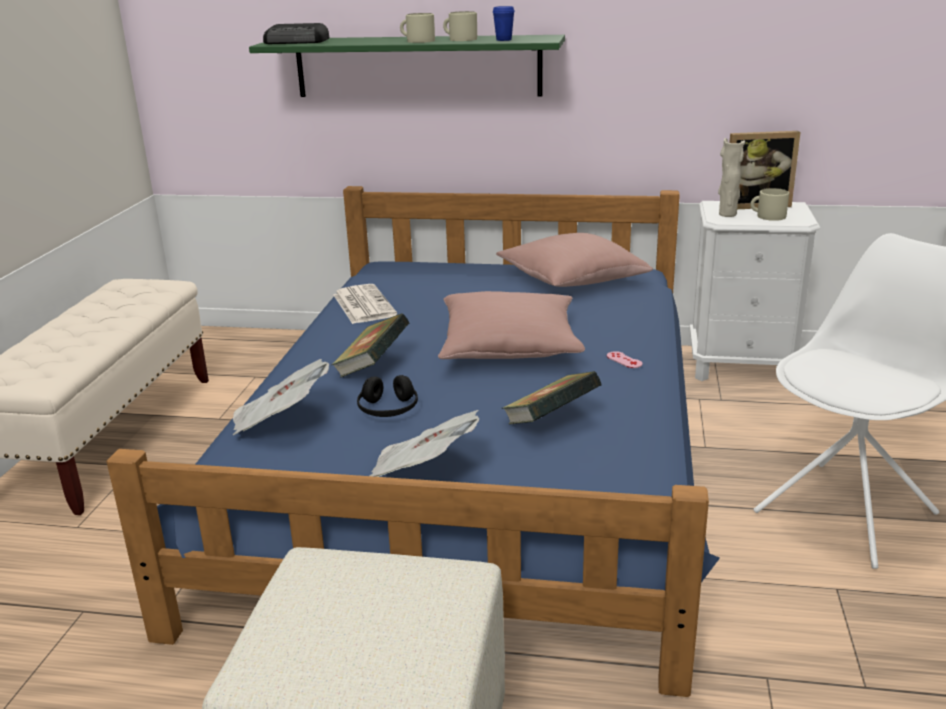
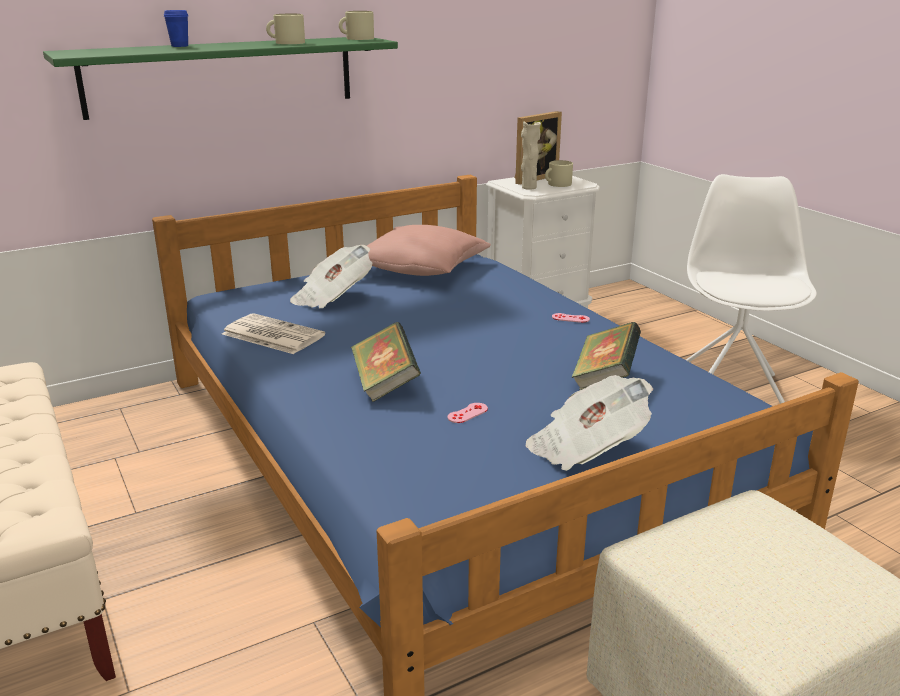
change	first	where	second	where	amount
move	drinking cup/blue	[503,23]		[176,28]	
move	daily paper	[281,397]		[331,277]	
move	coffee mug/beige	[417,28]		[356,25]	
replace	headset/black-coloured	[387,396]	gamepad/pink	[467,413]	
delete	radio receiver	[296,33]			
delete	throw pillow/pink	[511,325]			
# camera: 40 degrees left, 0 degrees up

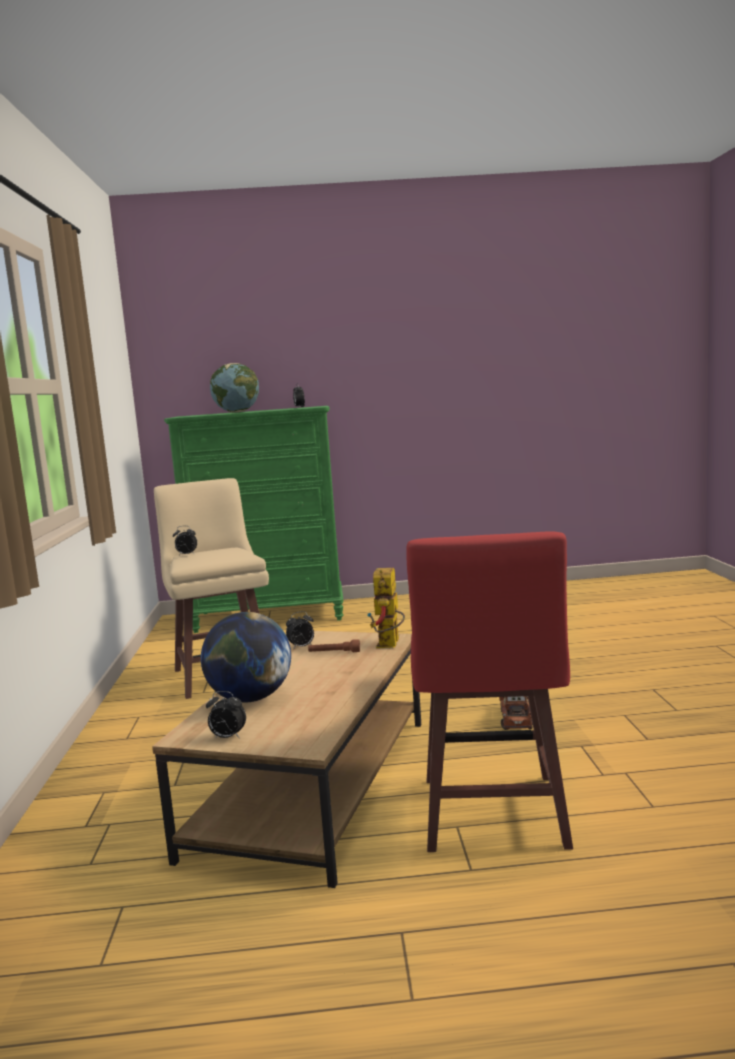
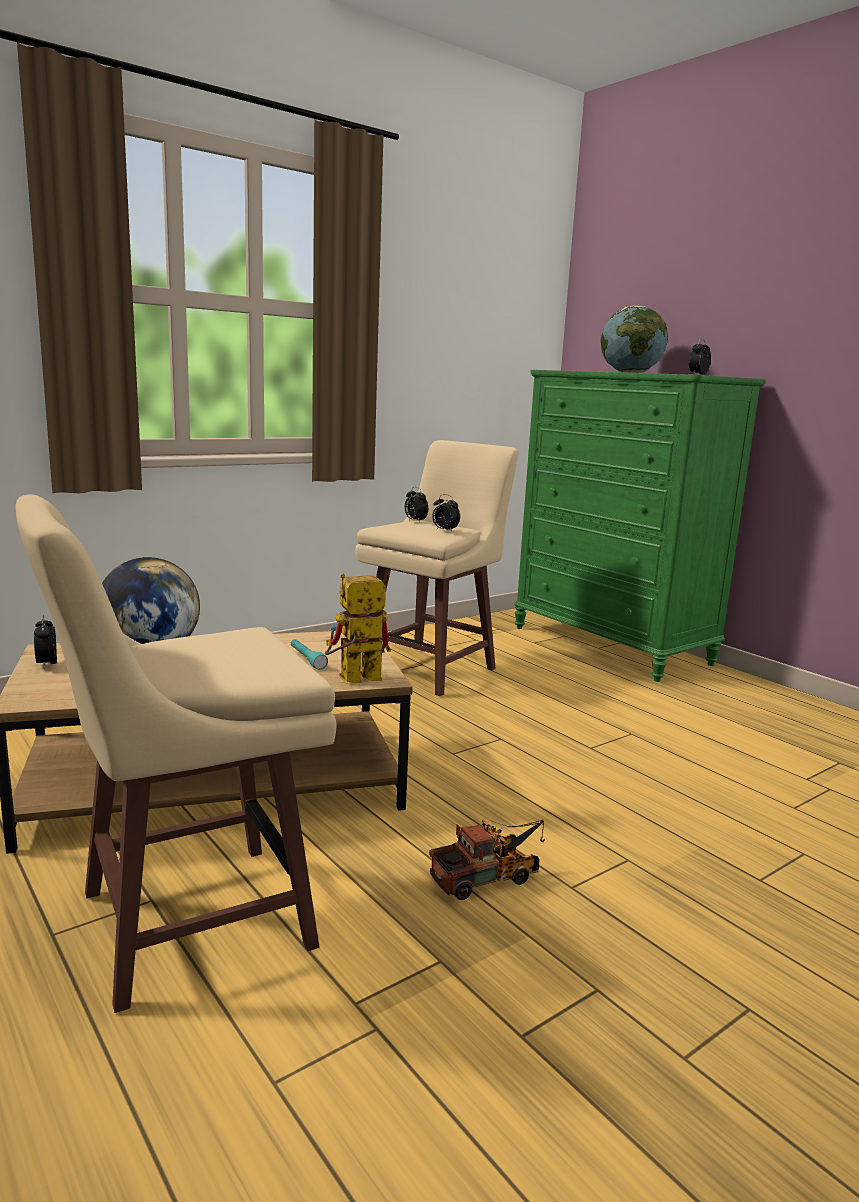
change	first	where	second	where	amount
recolor	stool seat/reddish	[489,691]	stool seat/beige	[176,753]	
recolor	flashlight/brownish	[334,645]	flashlight/turquoise-coloured	[309,654]	
move	alarm clock	[300,629]		[446,512]	
# camera: 55 degrees right, 5 degrees up

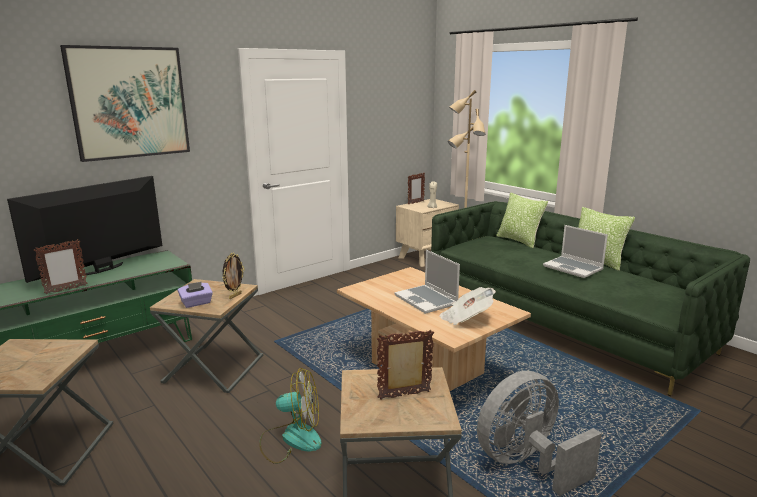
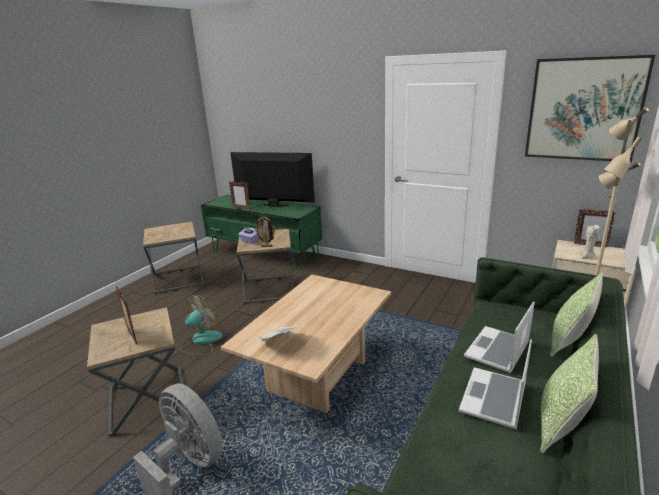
change	first	where	second	where	amount
rotate	electric fan	[290,416]		[201,325]	120 degrees counterclockwise
move	notebook computer	[427,282]		[499,337]	
move	wall picture	[125,103]		[590,108]	
# camera: 70 degrees right, 5 degrees up

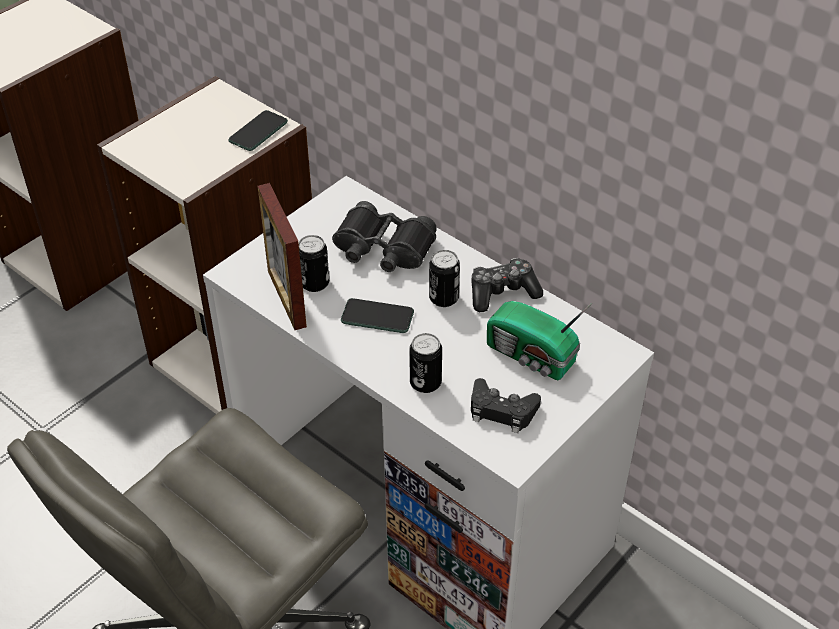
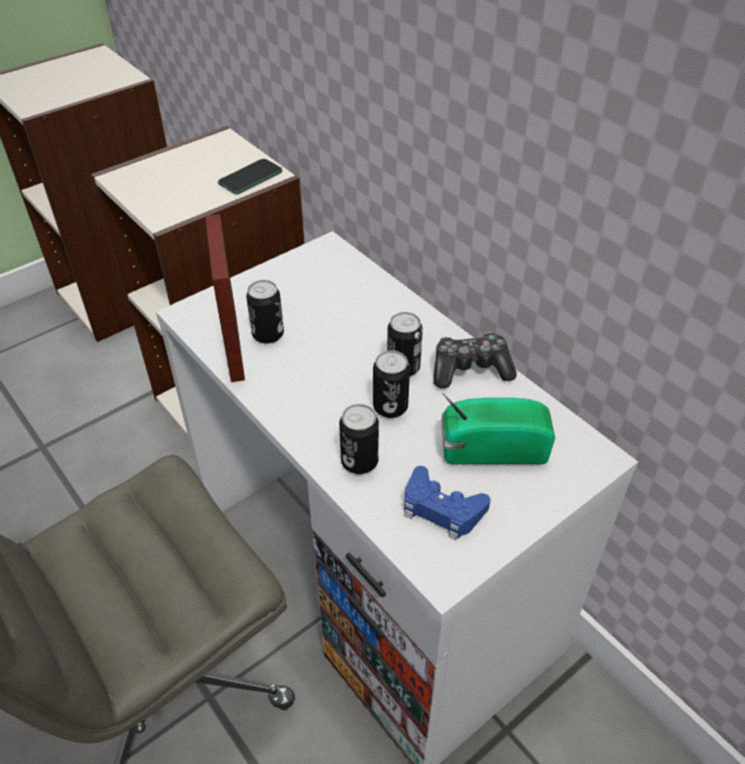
change	first	where	second	where	amount
insert			sealed can	[391,384]	
recolor	gamepad/black-coloured	[506,405]	gamepad/blue	[447,503]	
rotate	radio receiver	[539,340]		[498,428]	135 degrees clockwise
delete	binoculars/black-coloured	[384,236]			
delete	phone	[377,315]			
# camera: 10 degrees right, 0 degrees up

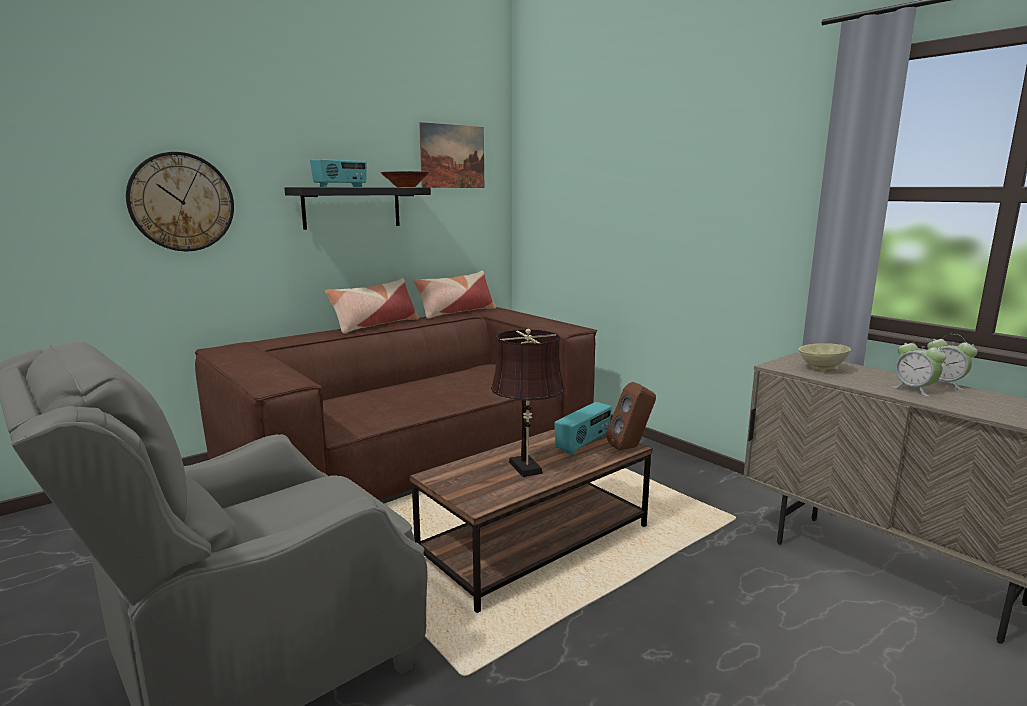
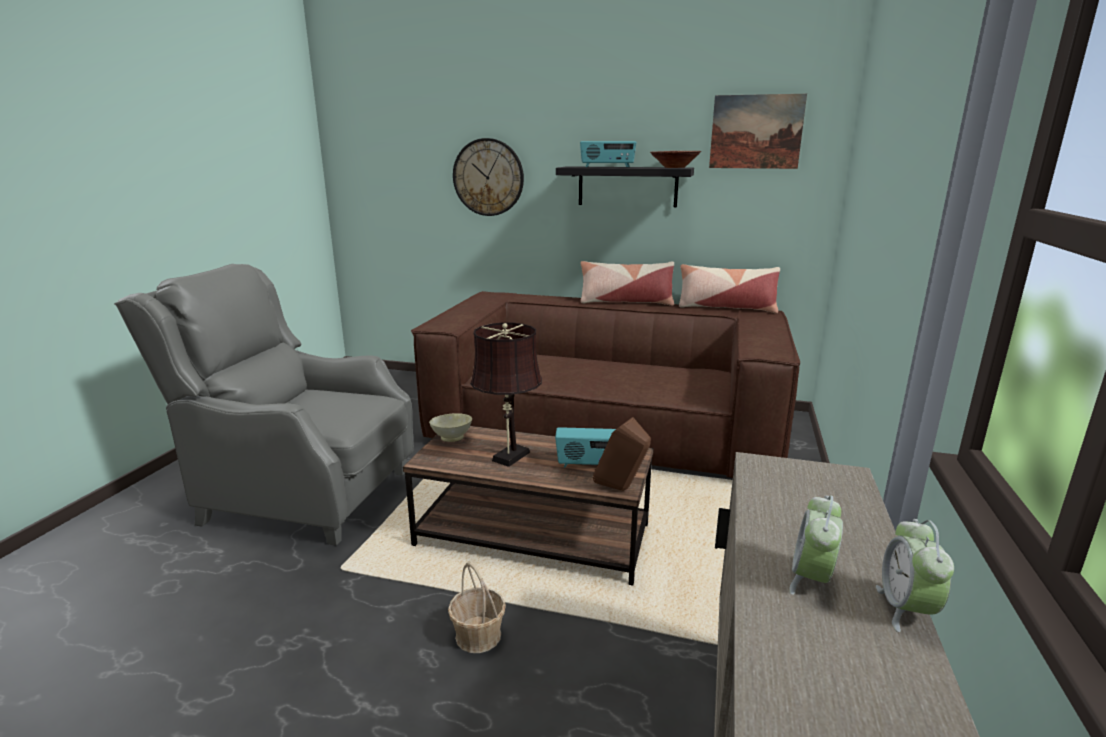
change	first	where	second	where	amount
move	bowl/beige	[825,357]		[450,427]	
insert			household basket	[477,607]	
# camera: 55 degrees right, 5 degrees up

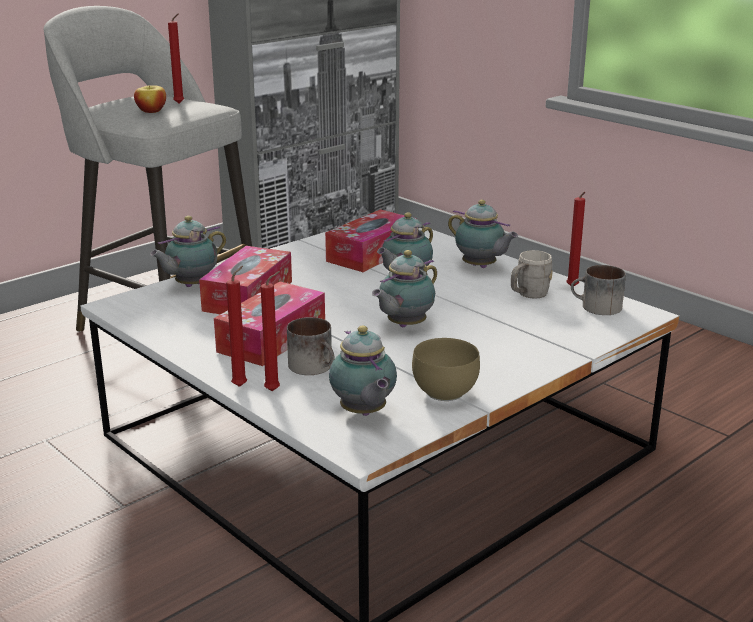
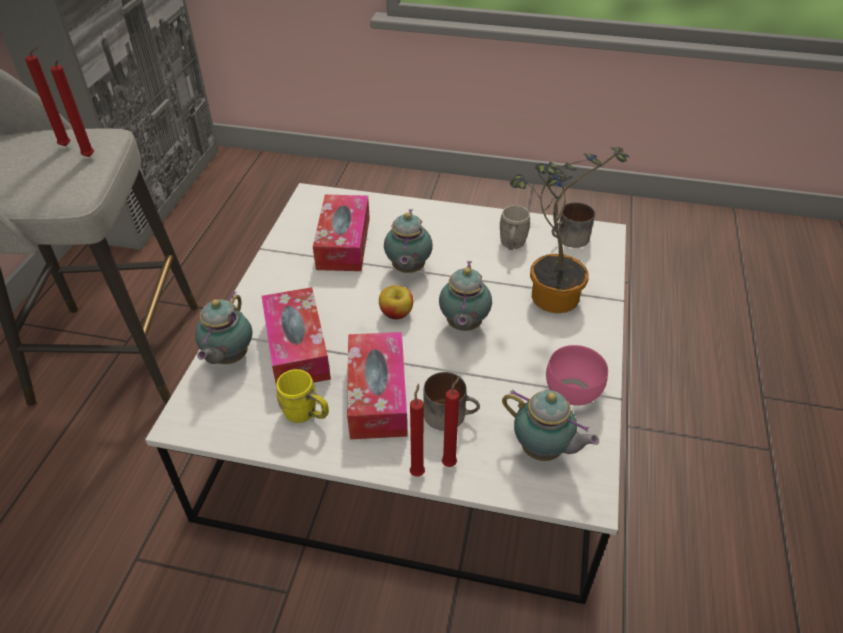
change	first	where	second	where	amount
move	wax light/reddish	[575,239]		[72,108]	
insert			coffee mug/yellow-coloured	[302,396]	
move	apple fruit	[150,99]		[396,302]	
insert			potted plant	[569,230]	
recolor	bowl/brownish	[446,369]	bowl/pink	[577,375]	
delete	tea pot	[483,234]			
# camera: 35 degrees left, 20 degrees up

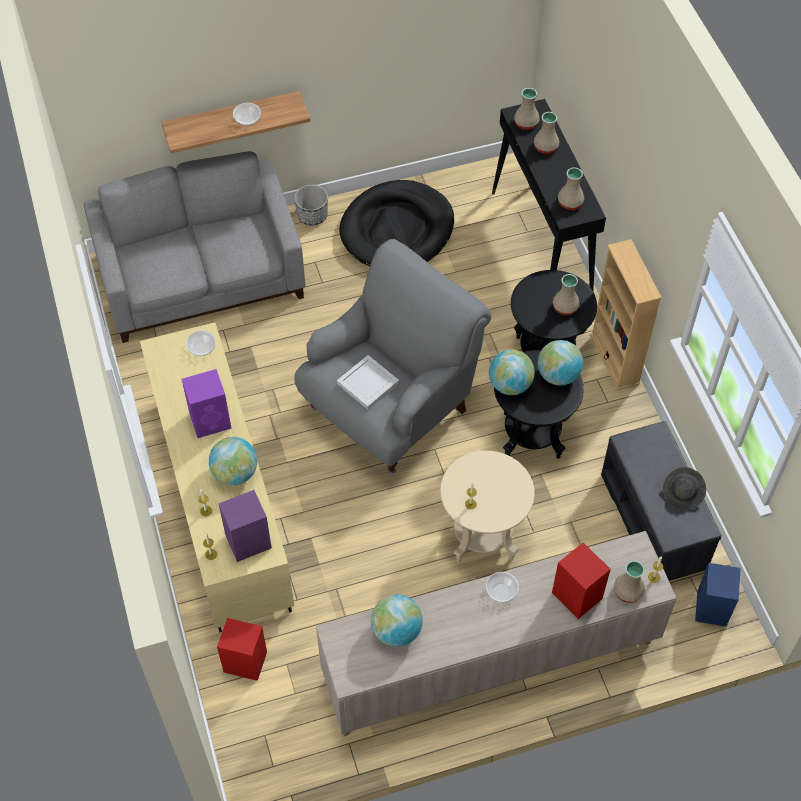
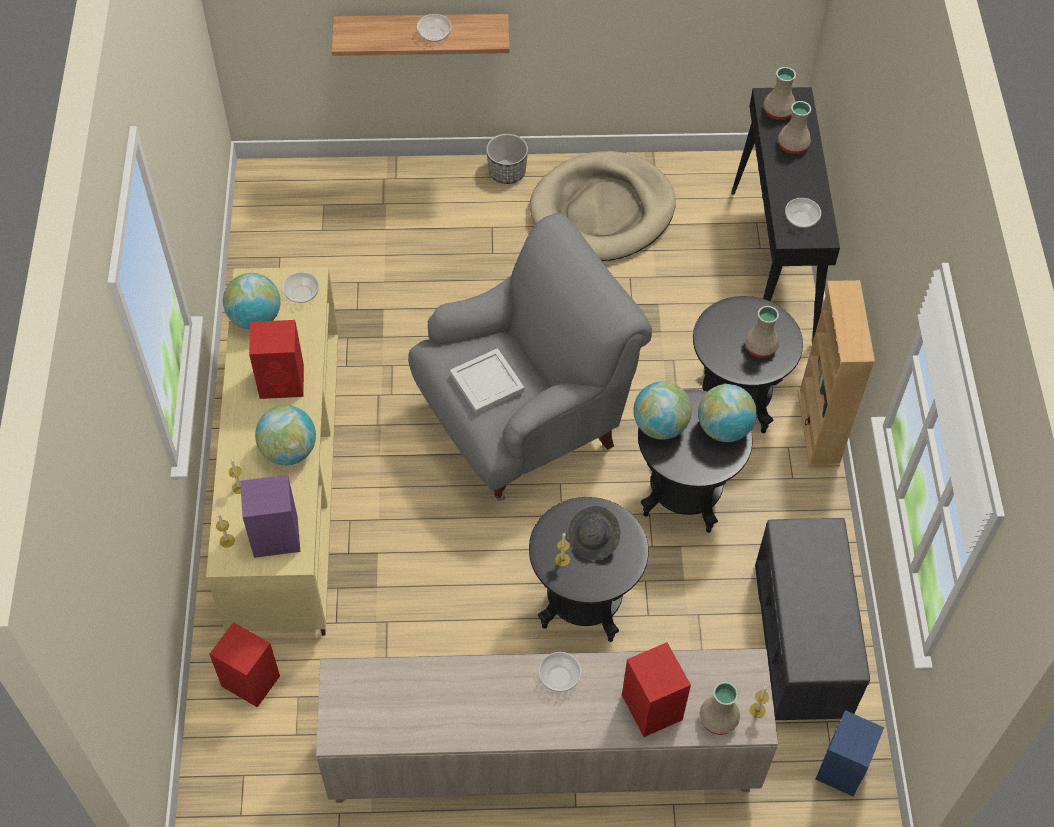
change	first	where	second	where	amount
move	desk globe	[397,620]		[251,301]	
recolor	audio speaker/purple	[207,403]	audio speaker/reddish	[276,359]	
recolor	end table/beige	[487,507]	end table/black-coloured	[589,569]	
recolor	dog cushion/black-coloured	[396,223]	dog cushion/beige	[603,206]	
move	hat/gray	[684,488]		[594,533]	
replace	flower vase/beige	[571,188]	bowl	[803,213]	
delete	settee/gray	[194,247]			
# camera: 15 degrees right, 0 degrees up

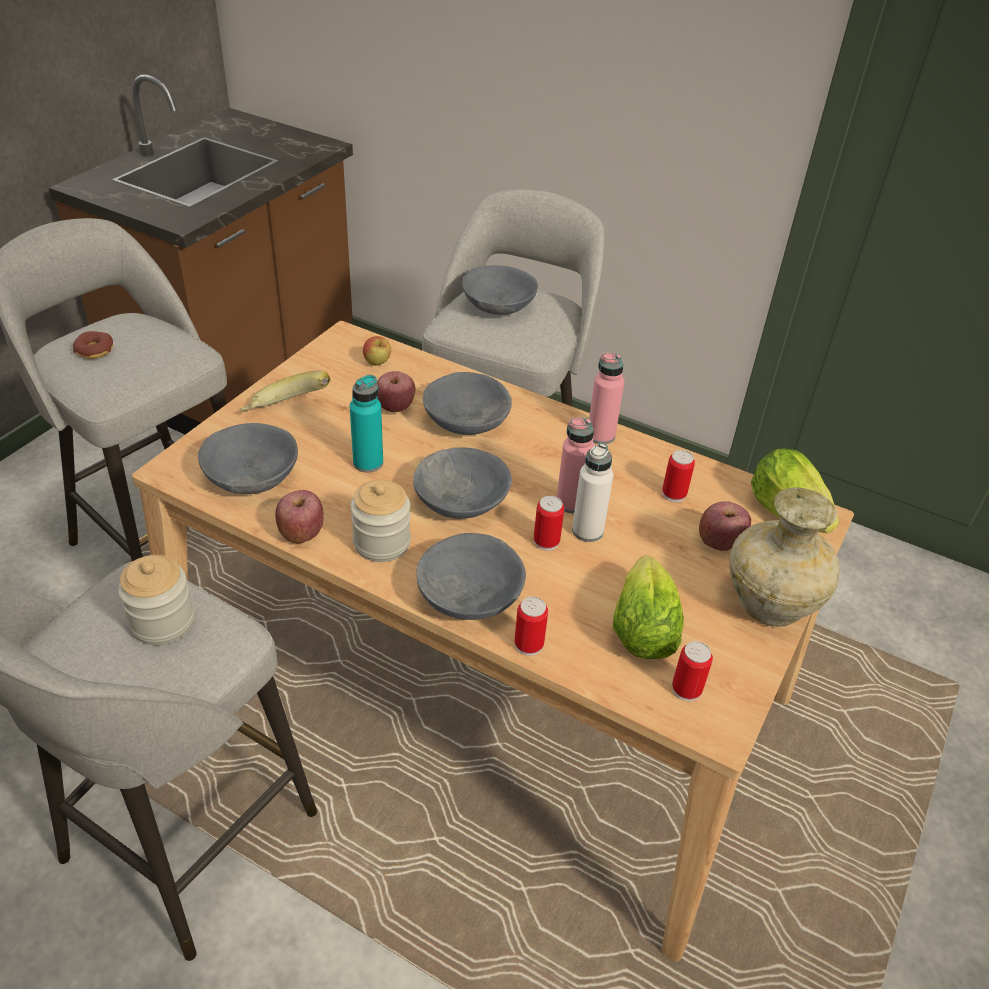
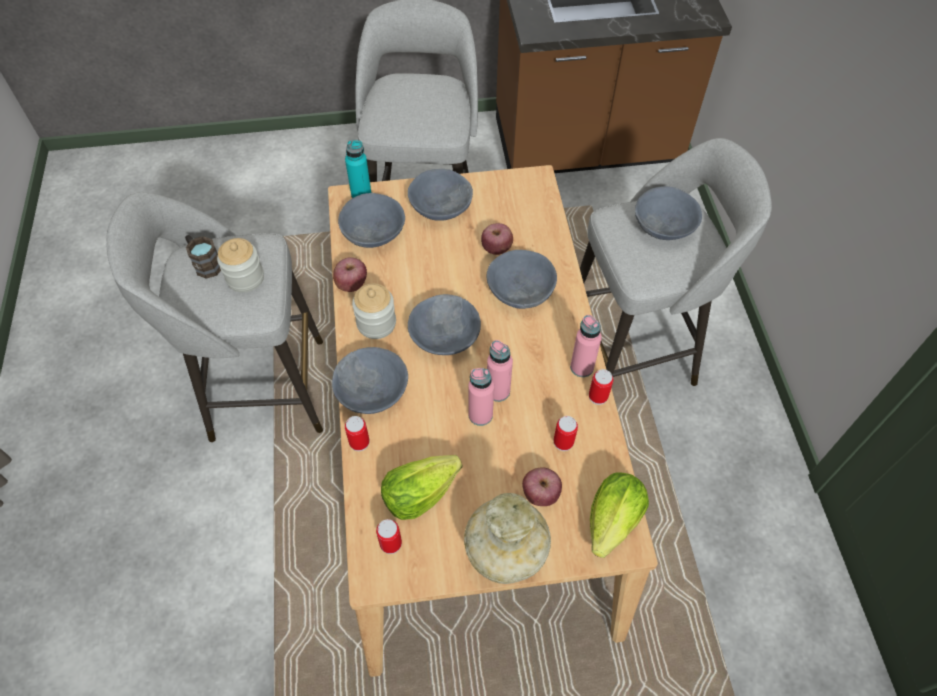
change	first	where	second	where	amount
insert			coffee mug/brownish	[203,257]	
move	beverage bottle/turquoise-coloured	[366,424]		[358,169]	
replace	banana	[286,391]	bowl/gray	[440,195]	
recolor	beverage bottle/whitish	[592,492]	beverage bottle/pink	[481,397]	
move	sealed can	[549,523]		[601,387]	
delete	ring doughnut	[93,345]			
delete	apple fruit	[377,351]			
# camera: 55 degrees right, 15 degrees up

